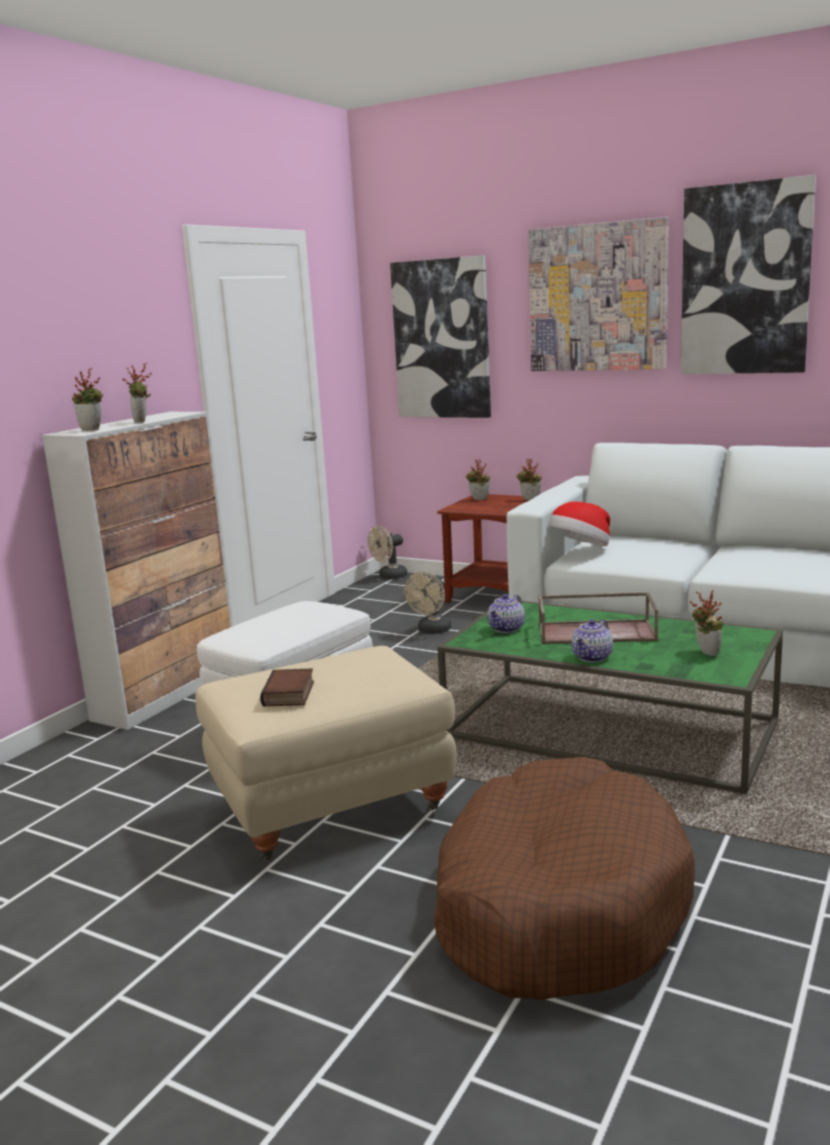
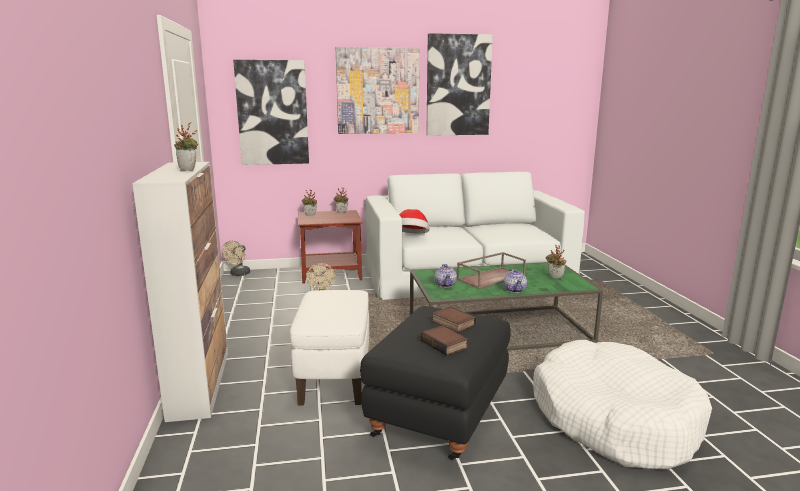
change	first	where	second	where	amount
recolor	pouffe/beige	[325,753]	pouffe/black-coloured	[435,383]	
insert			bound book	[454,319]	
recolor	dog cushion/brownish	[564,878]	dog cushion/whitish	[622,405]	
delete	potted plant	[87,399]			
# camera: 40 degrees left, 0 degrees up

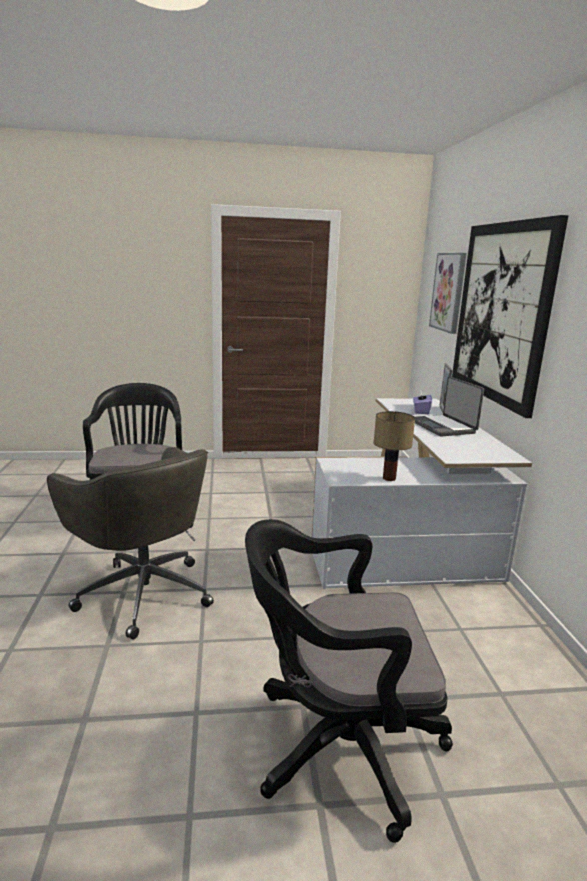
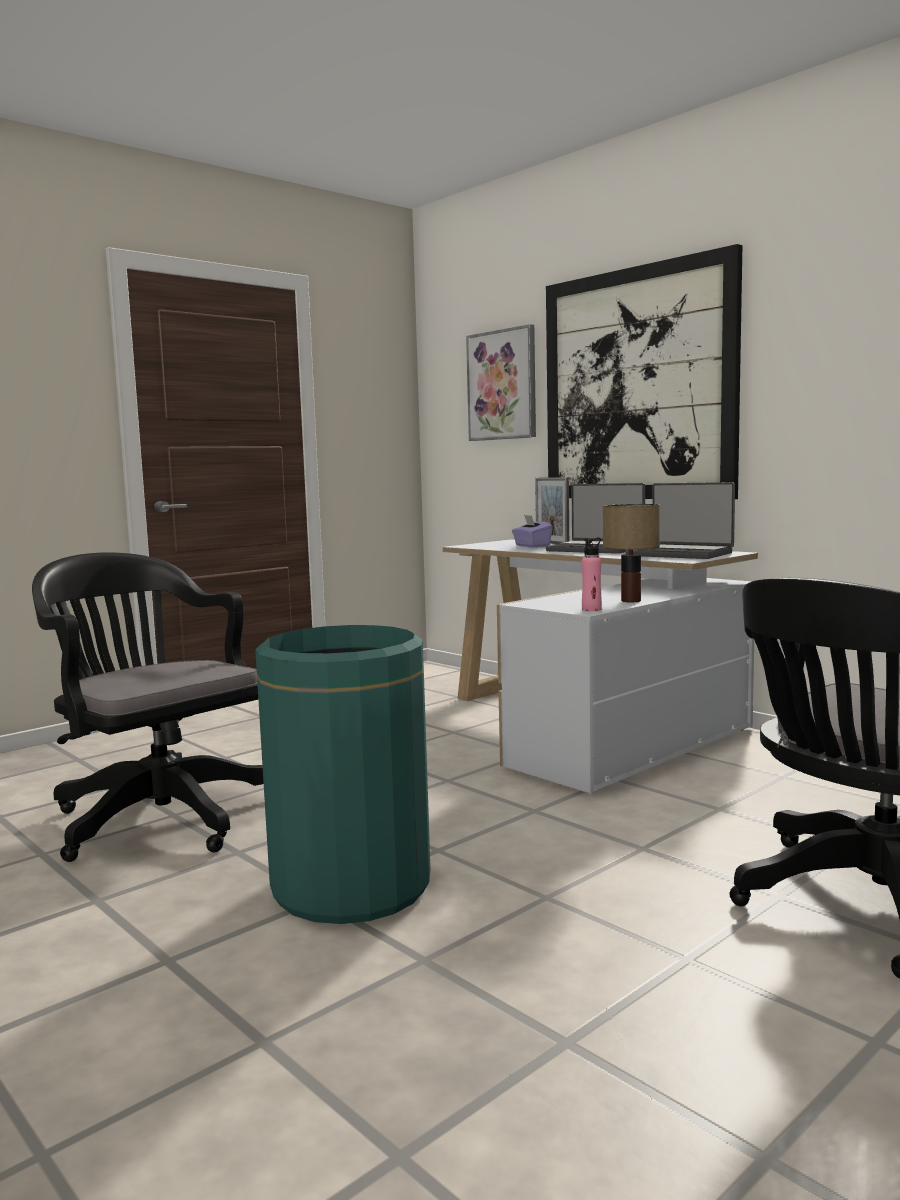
change	first	where	second	where	amount
replace	office chair/gray	[130,543]	rubbish bin/green-coloured	[342,774]	
insert			beverage bottle/pink	[592,574]	
insert			notebook computer	[680,520]	
# camera: 35 degrees left, 10 degrees down

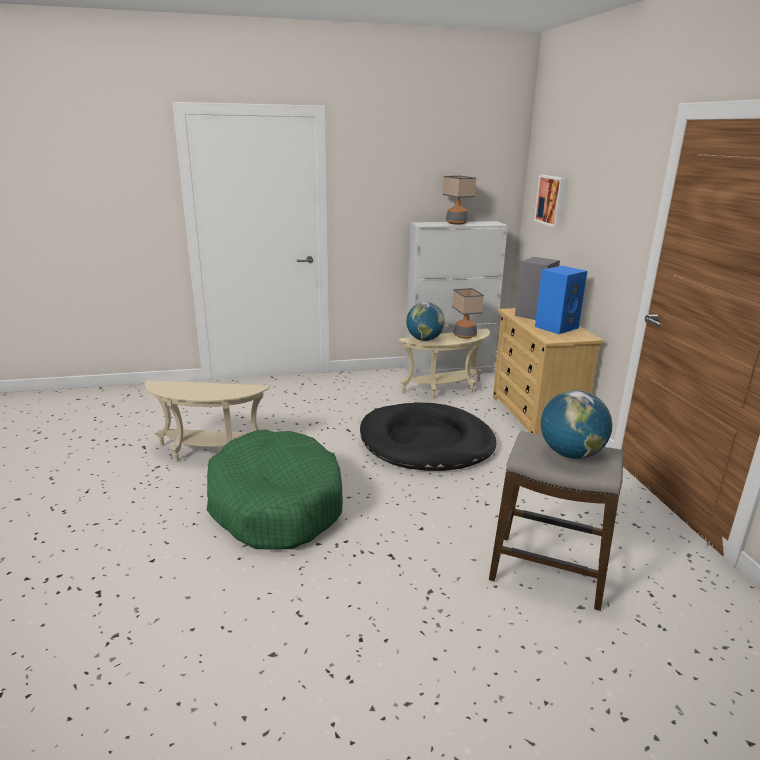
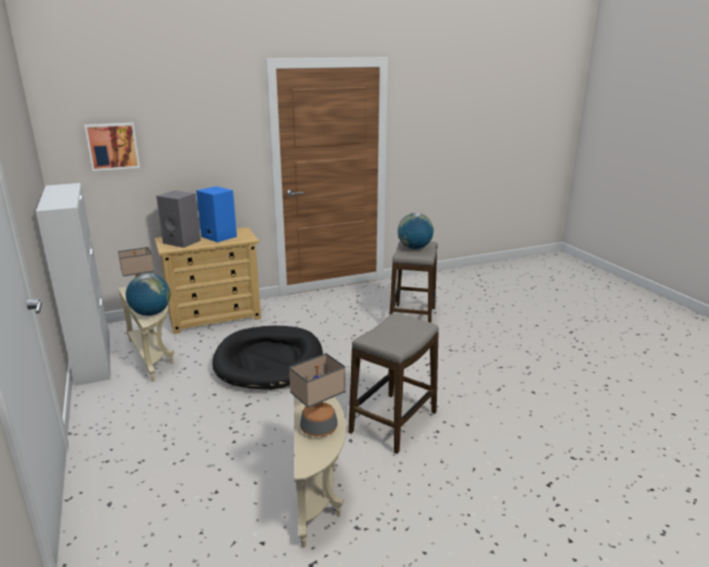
change	first	where	second	where	amount
move	table lamp	[459,200]		[317,395]	
replace	dog cushion/green-coloured	[275,489]	stool seat	[393,383]	
# camera: 100 degrees left, 0 degrees up

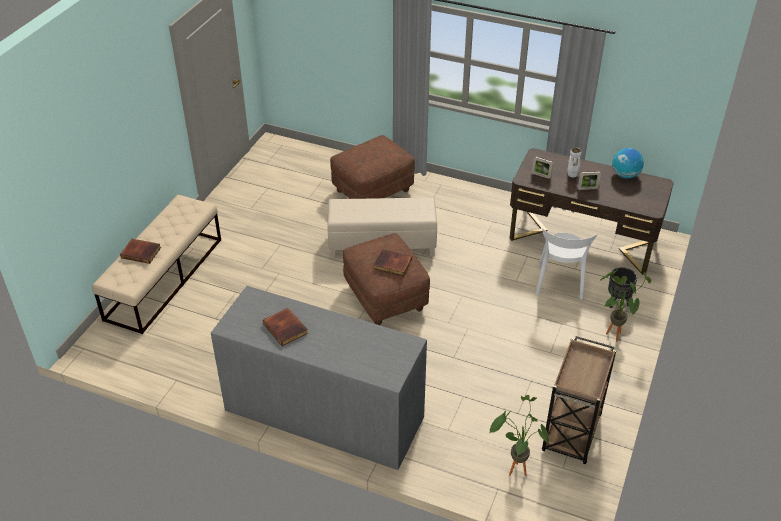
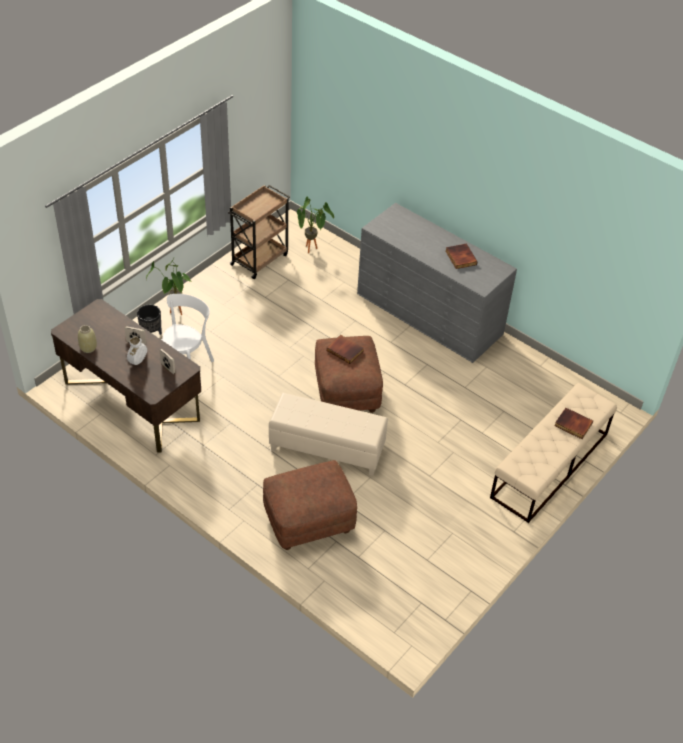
change	first	where	second	where	amount
replace	desk globe	[628,163]	flower vase/beige	[87,339]	
# camera: 165 degrees left, 5 degrees up

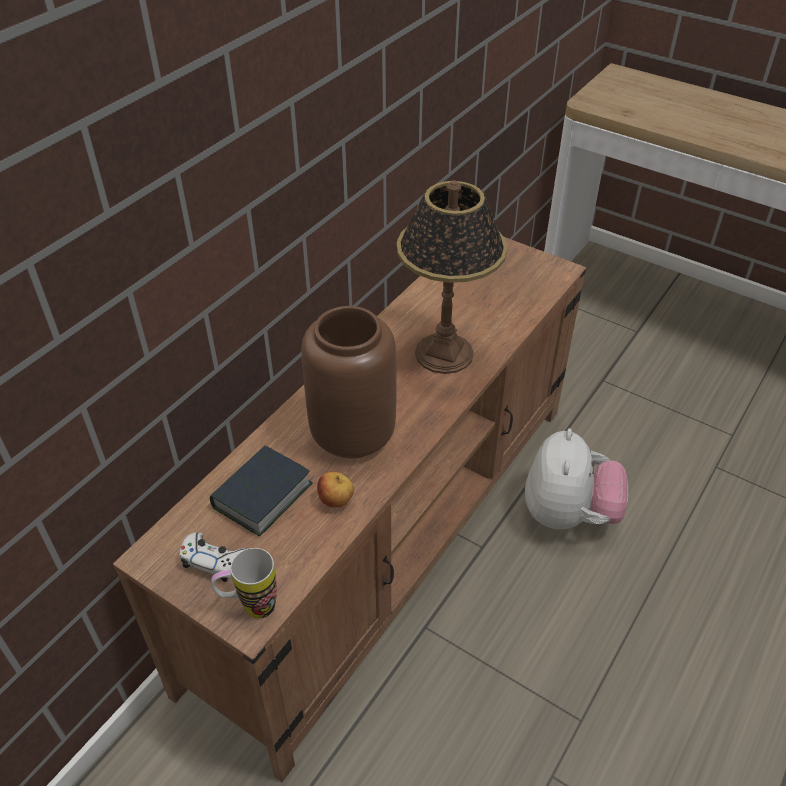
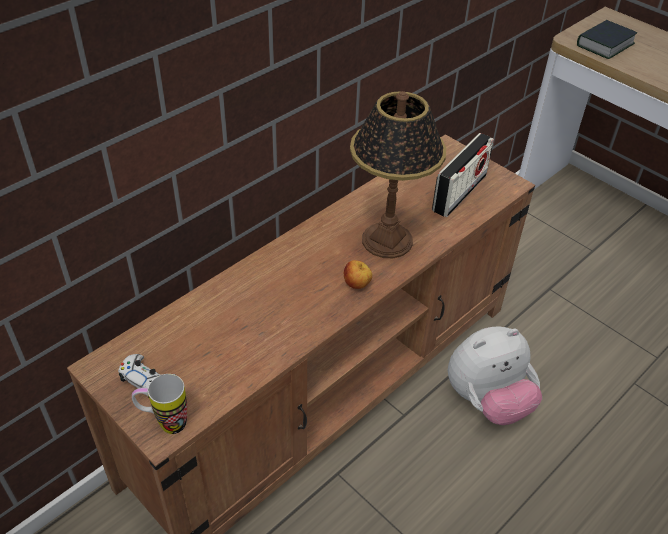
change	first	where	second	where	amount
move	apple fruit	[335,489]		[358,274]	
insert			radio receiver	[463,175]	
rotate	plush toy	[576,479]		[495,375]	45 degrees clockwise
move	bound book	[261,490]		[607,39]	
delete	flower vase/brownish	[349,382]			
# camera: 10 degrees right, 0 degrees up

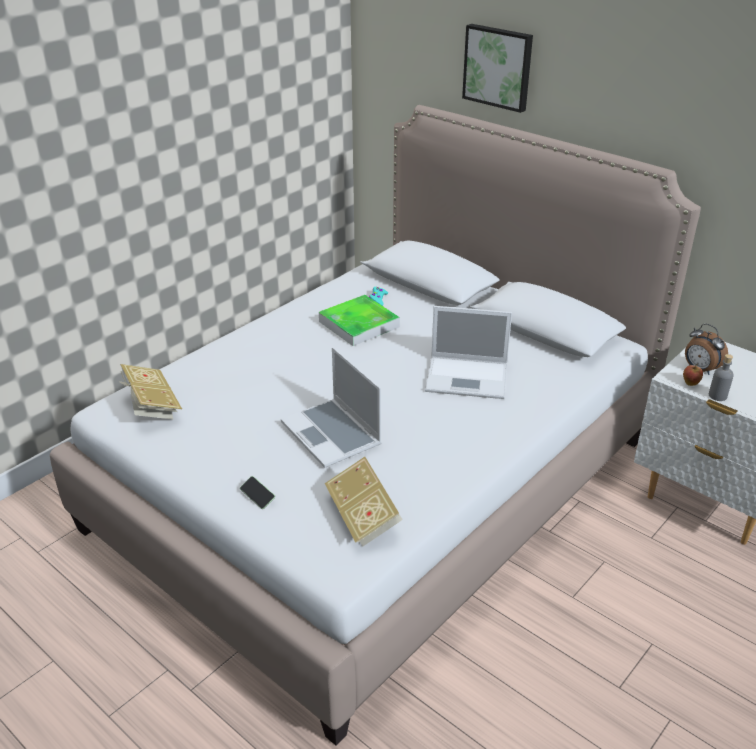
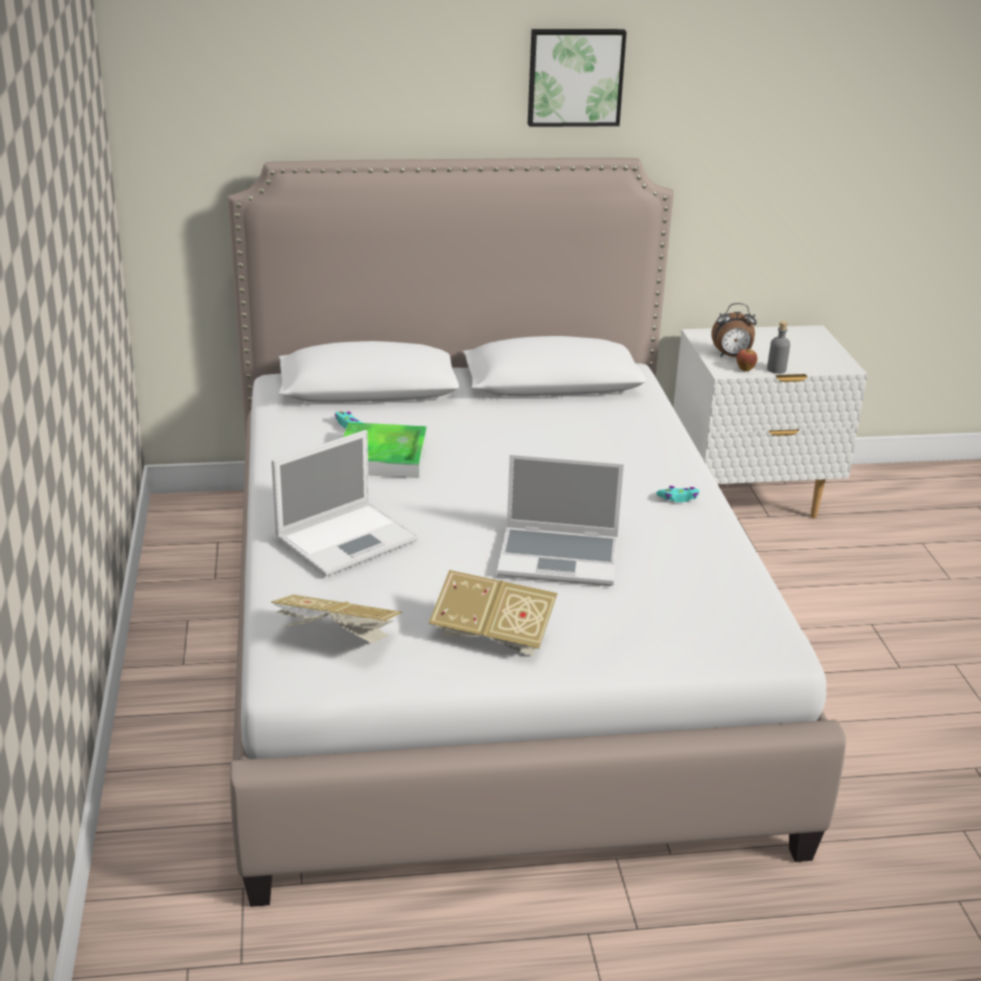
change	first	where	second	where	amount
move	notebook computer	[468,352]		[344,503]	
move	bound book	[364,502]		[493,613]	
move	wall picture	[497,68]		[577,78]	
insert			gamepad/turquoise-coloured	[677,494]	
delete	phone	[257,492]			
# camera: 50 degrees left, 5 degrees down

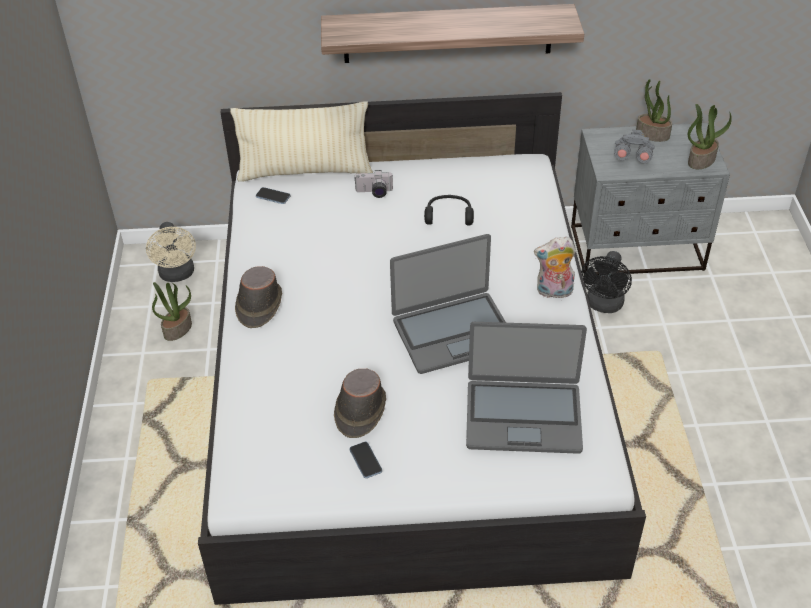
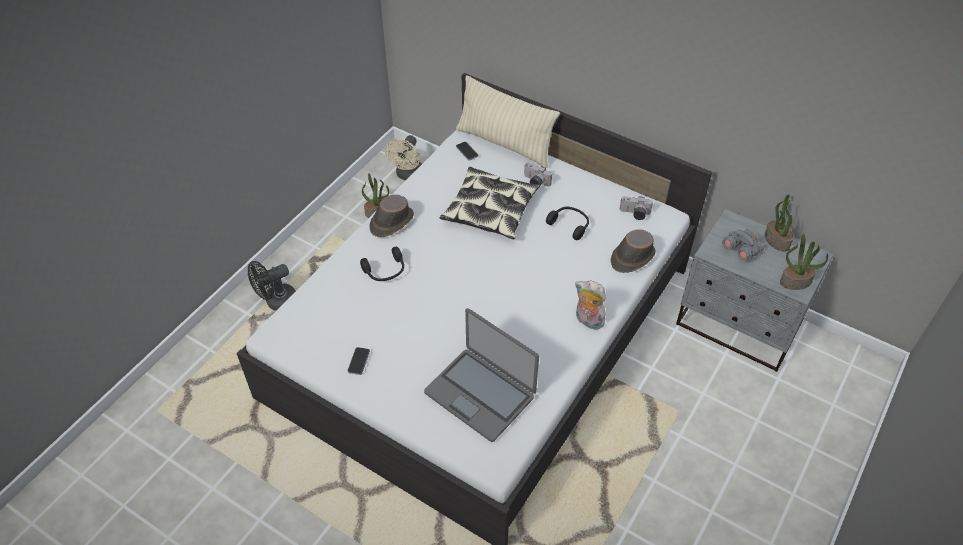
change	first	where	second	where	amount
move	electric fan/black-coloured	[606,282]		[271,286]	
insert			headset/black-coloured	[382,264]	
insert			throw pillow	[490,203]	
move	hat/brownish	[360,403]		[632,251]	
insert			photo camera	[636,208]	
delete	wall shelf	[452,33]			
delete	notebook computer	[448,304]			
# camera: 35 degrees right, 5 degrees up

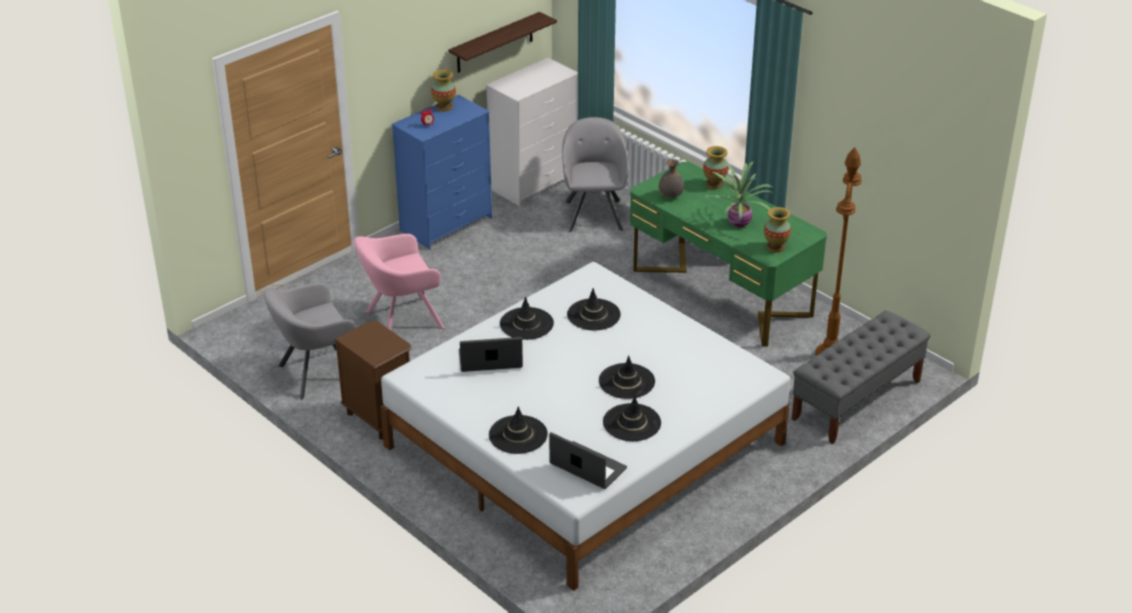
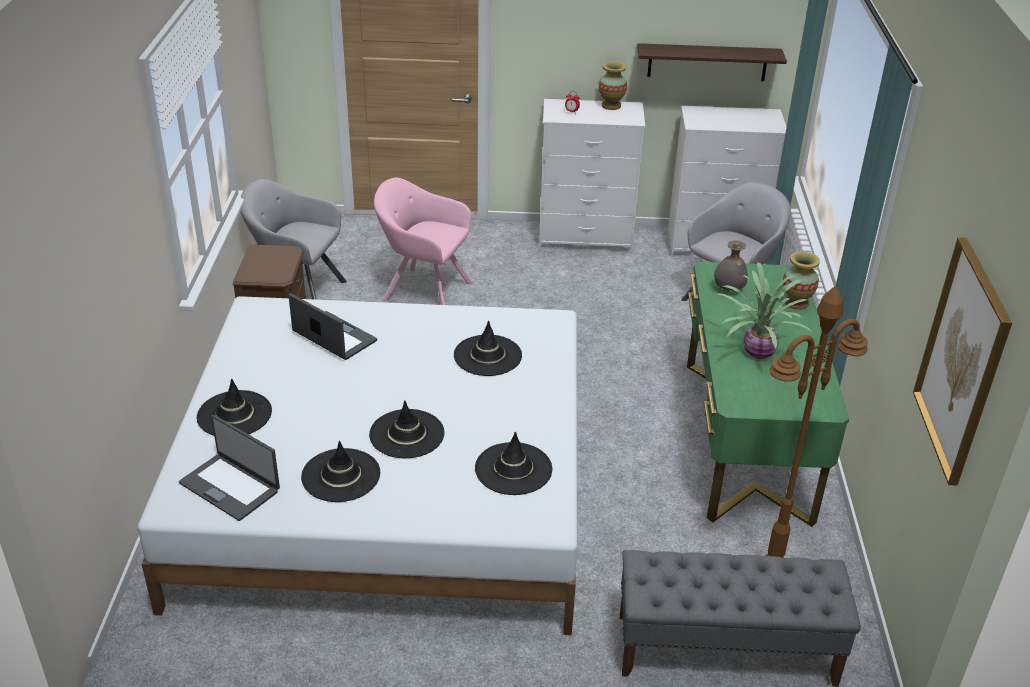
change	first	where	second	where	amount
rotate	notebook computer	[588,460]		[229,468]	135 degrees clockwise
move	hat/black-coloured	[527,318]		[513,463]	
recolor	chest of drawers/blue	[441,172]	chest of drawers/whitish	[592,176]	
insert			wall picture	[962,361]	
delete	flower vase	[777,230]			
# camera: 45 degrees right, 0 degrees up

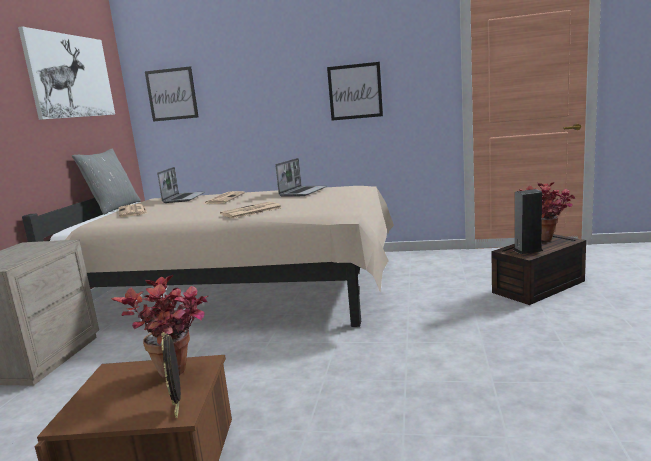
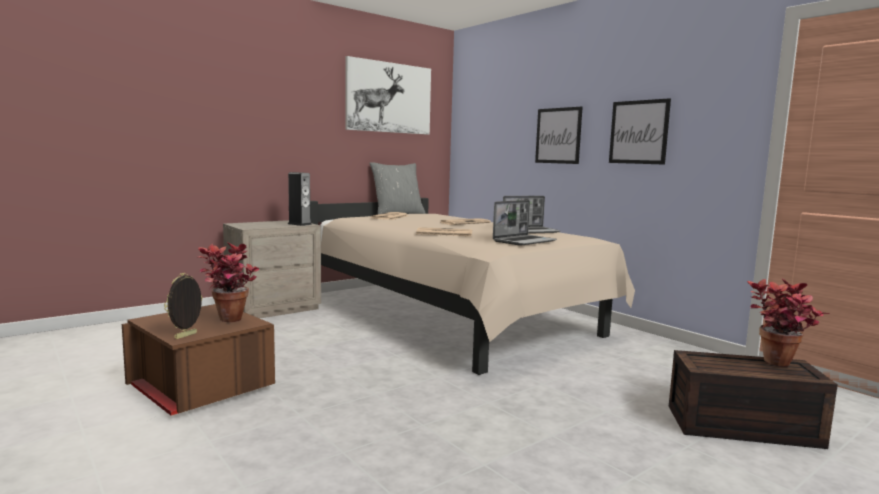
change	first	where	second	where	amount
move	audio speaker	[528,221]		[300,199]	
move	notebook computer	[181,185]		[525,223]	
move	wall picture	[171,94]		[559,135]	
# camera: 40 degrees right, 5 degrees down

